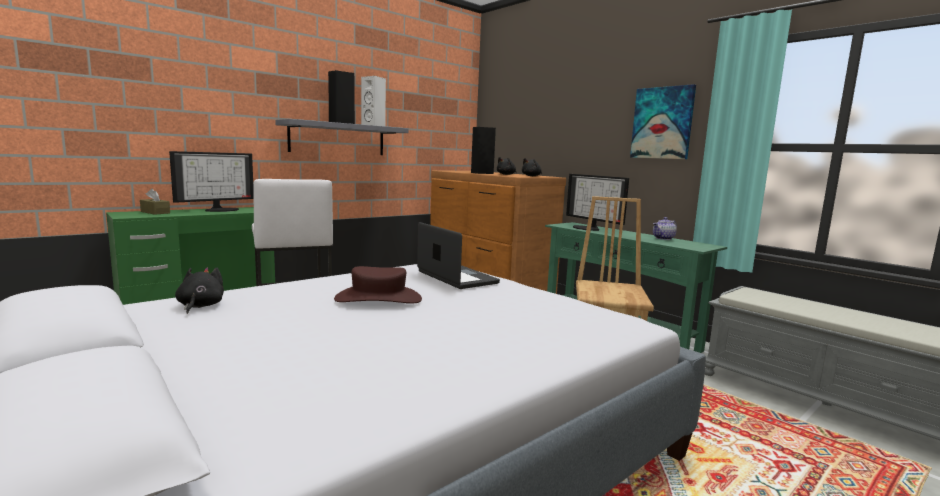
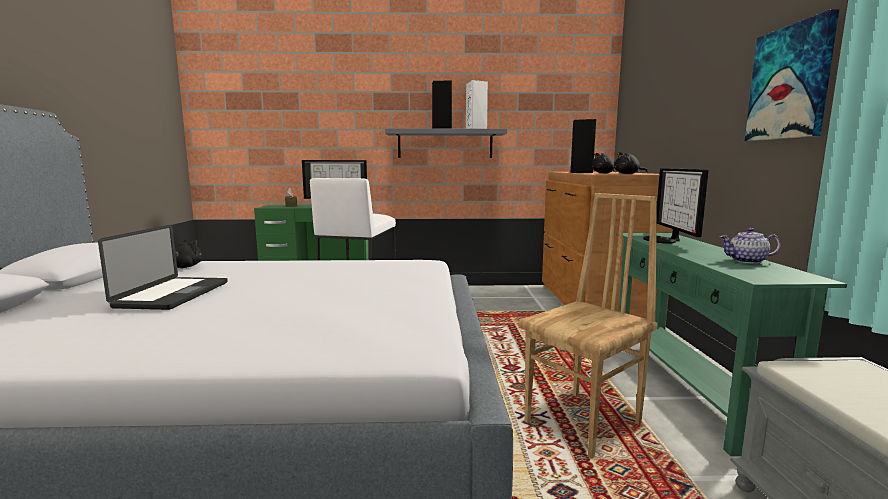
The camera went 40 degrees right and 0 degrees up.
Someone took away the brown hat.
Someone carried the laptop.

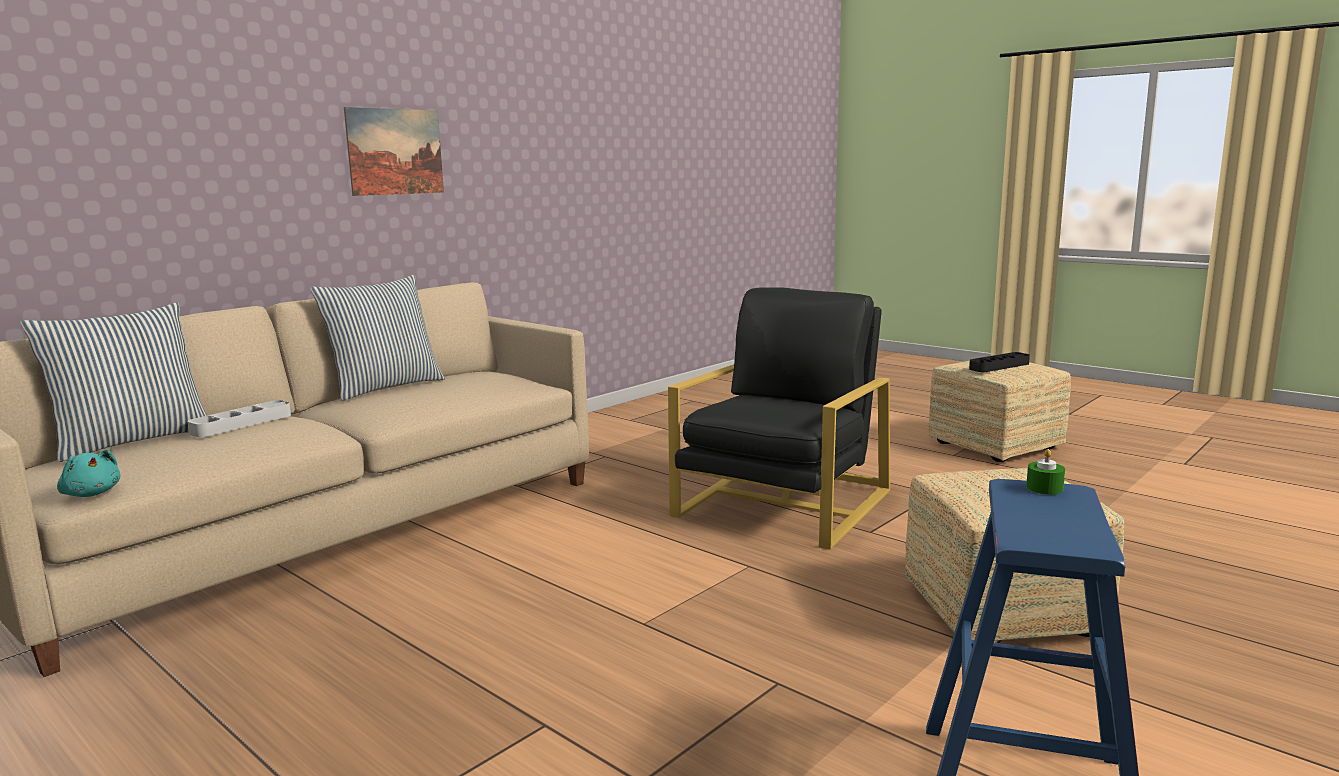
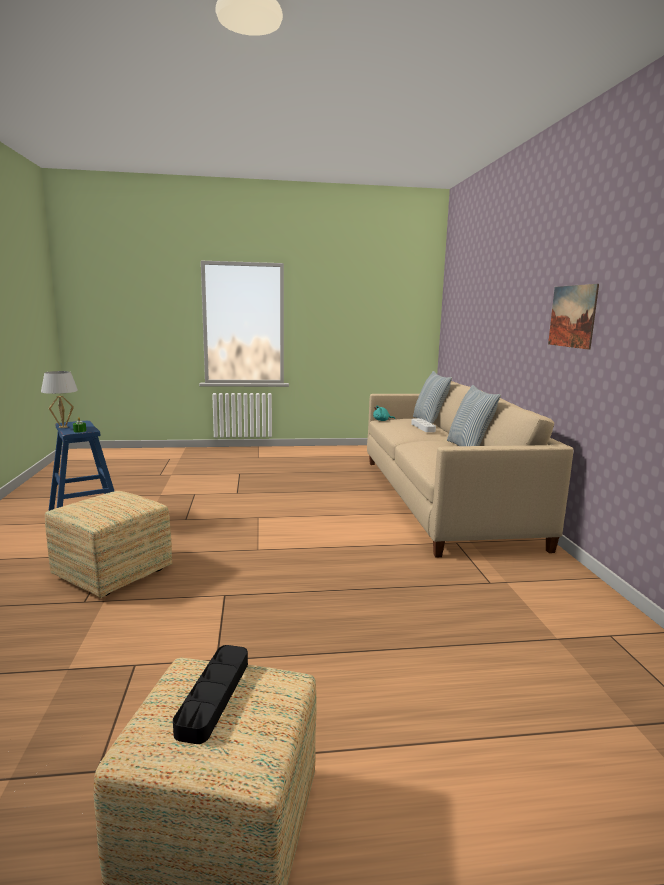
The camera went 130 degrees right and 0 degrees up.
Someone took away the black easy chair.
Someone put down the white table lamp.

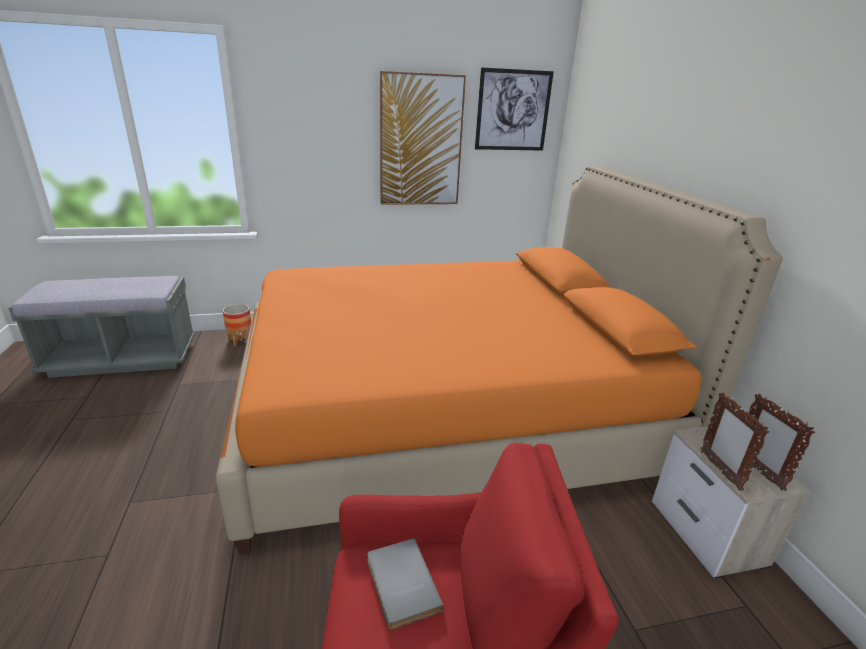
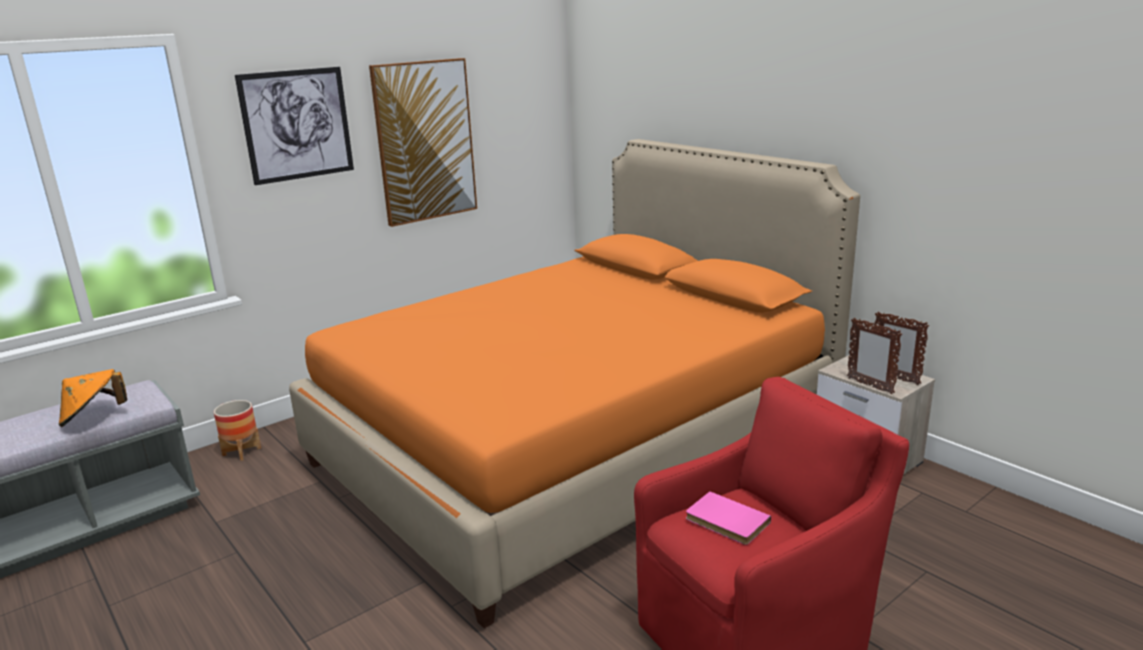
The camera went 25 degrees left and 5 degrees down.
Someone repainted the greyish volume, which became the pink-coloured volume.
Someone carried the wall art (2nd from left in the first image).
Someone put down the orangey hat.

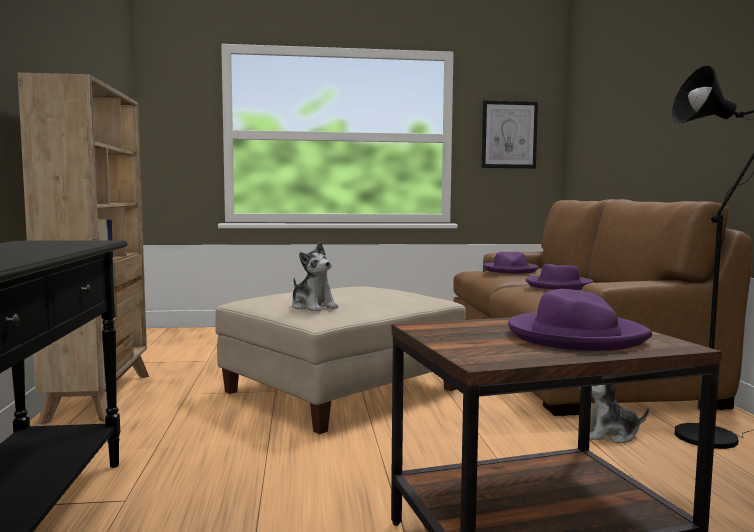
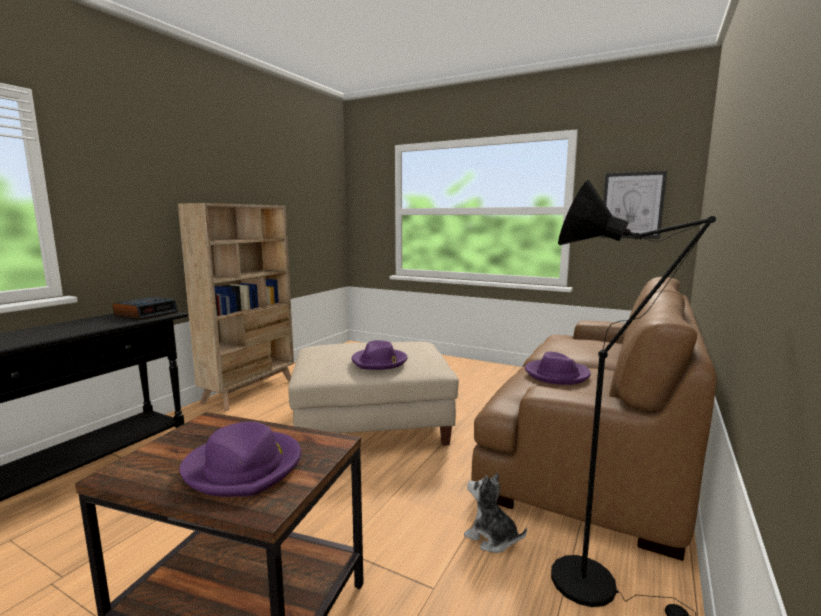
The camera went 35 degrees right and 5 degrees up.
Someone took away the cuddly toy (1st from left).
Someone carried the purple hat (1st from left in the first image).
Someone put down the alarm clock.

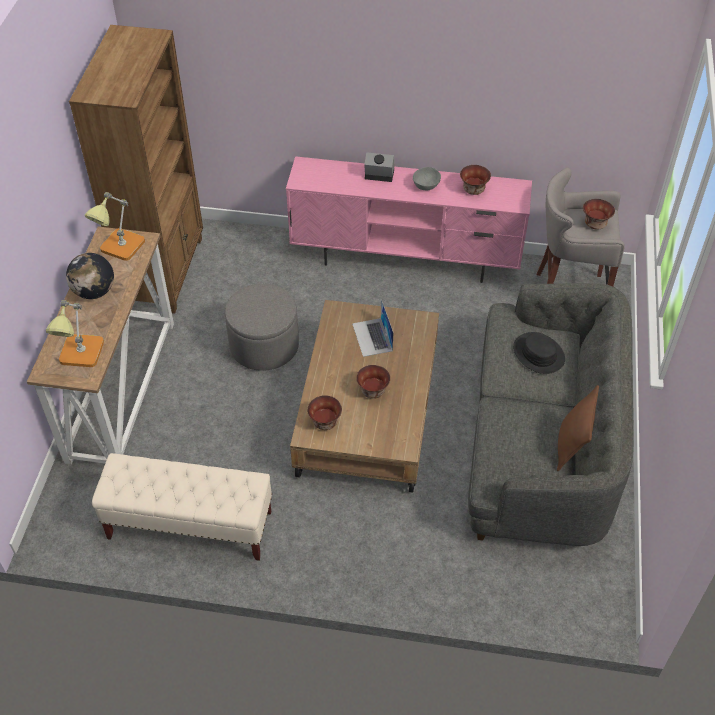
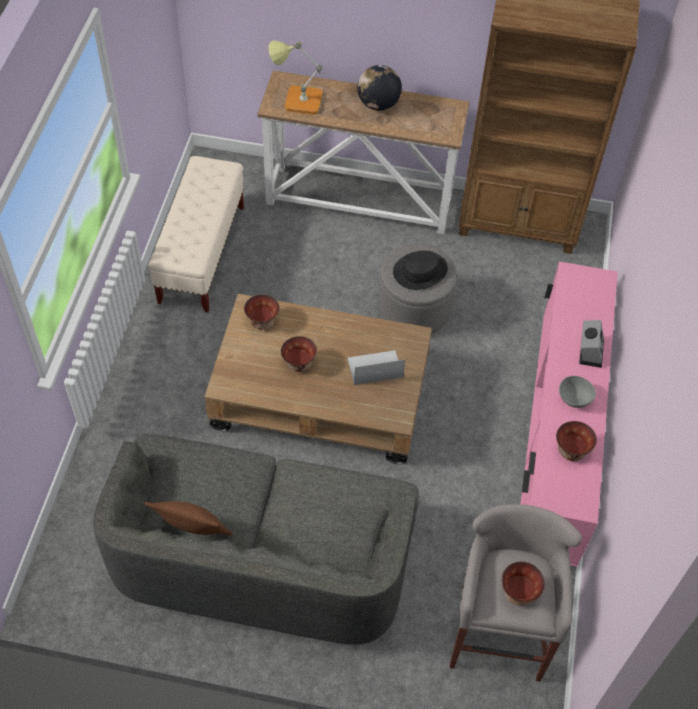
The camera went 90 degrees right and 5 degrees up.
Someone took away the table lamp (2nd from left).
Someone carried the black hat.

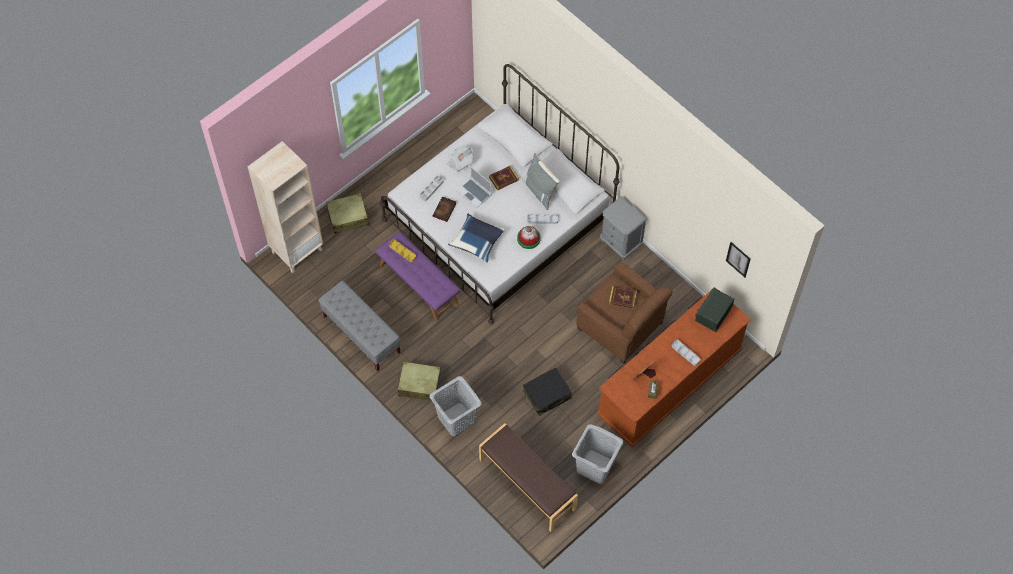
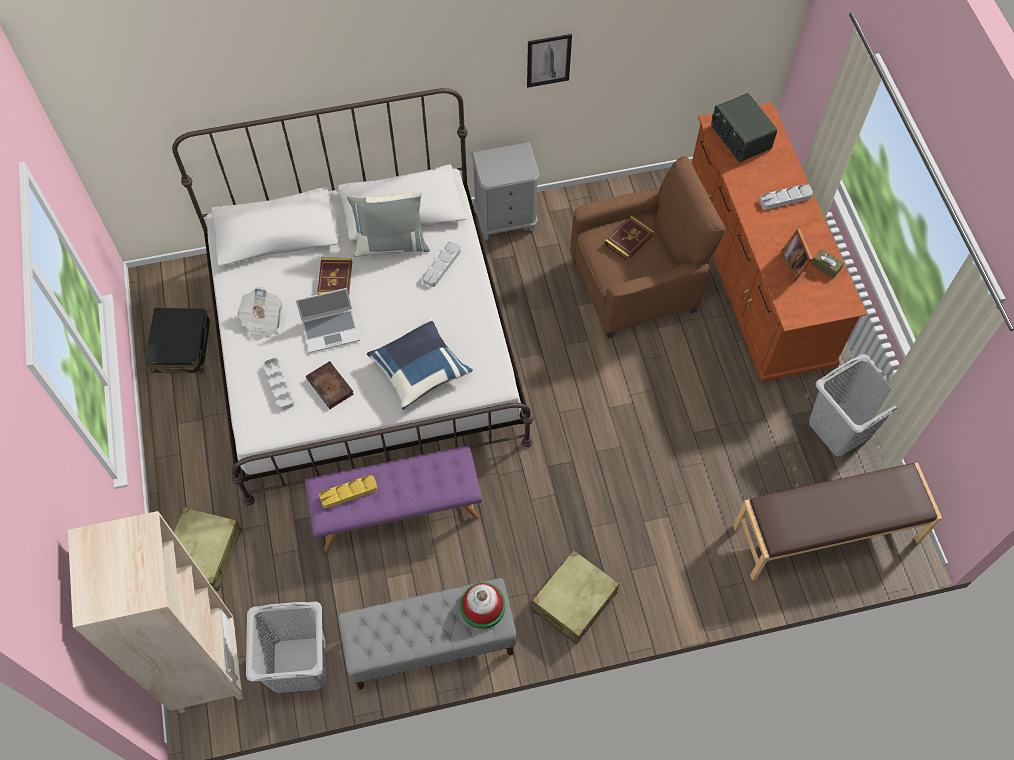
The camera went 60 degrees left and 0 degrees up.
Someone carried the greyish laundry basket (1st from left).
Someone carried the hat.
Someone carried the black suitcase.
Someone carried the wall art.

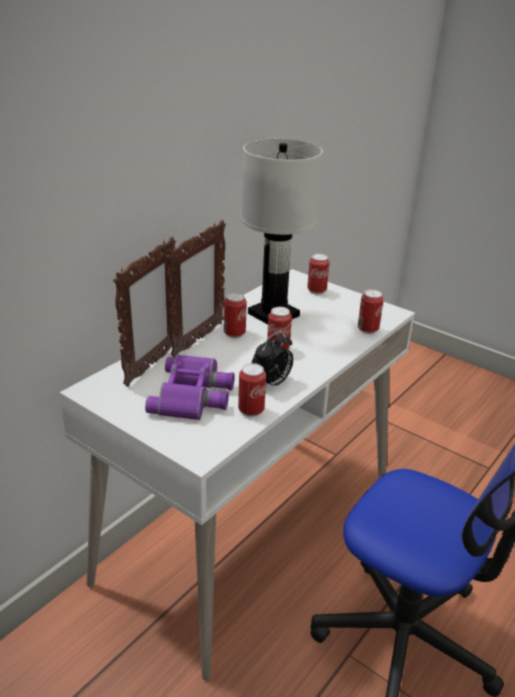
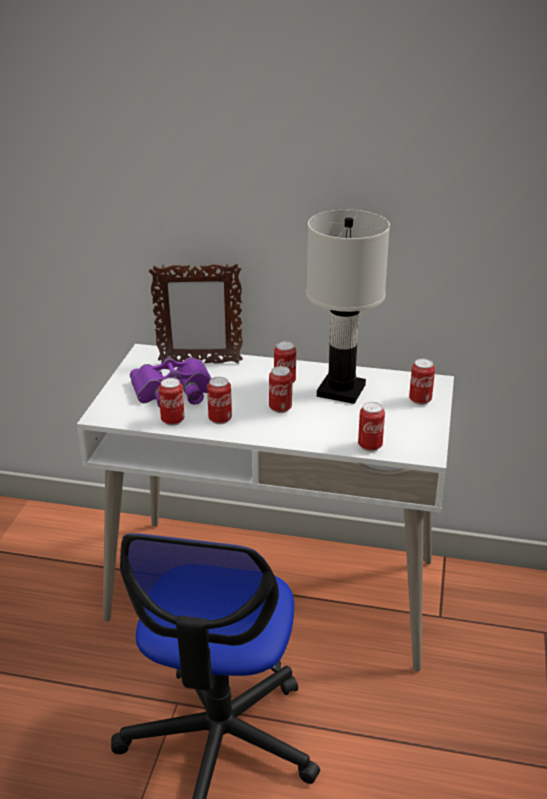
The camera went 65 degrees right and 0 degrees up.
Someone took away the picture frame (2nd from left).
Someone swapped the alarm clock for the sealed can (2nd from left).

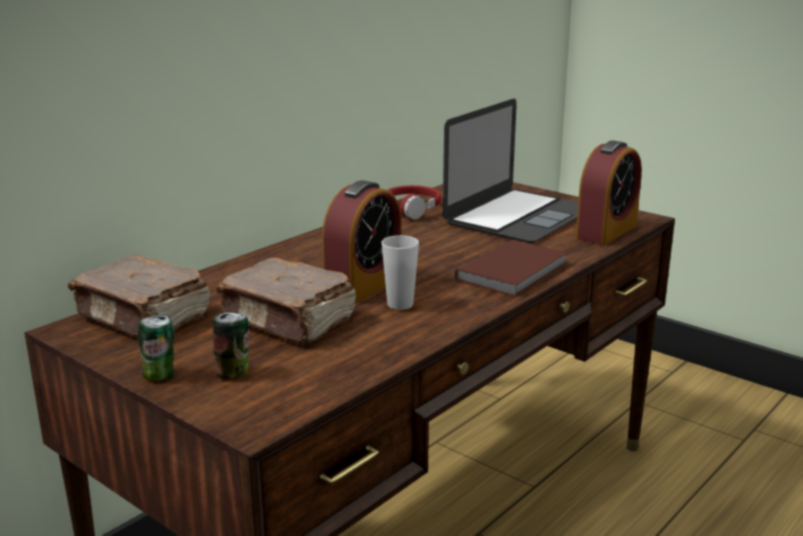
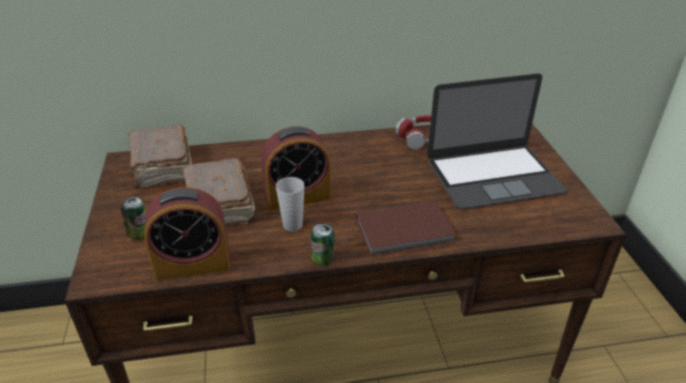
The camera went 40 degrees right and 15 degrees up.
Someone carried the sealed can (1st from left in the first image).
Someone carried the alarm clock (2nd from left in the first image).

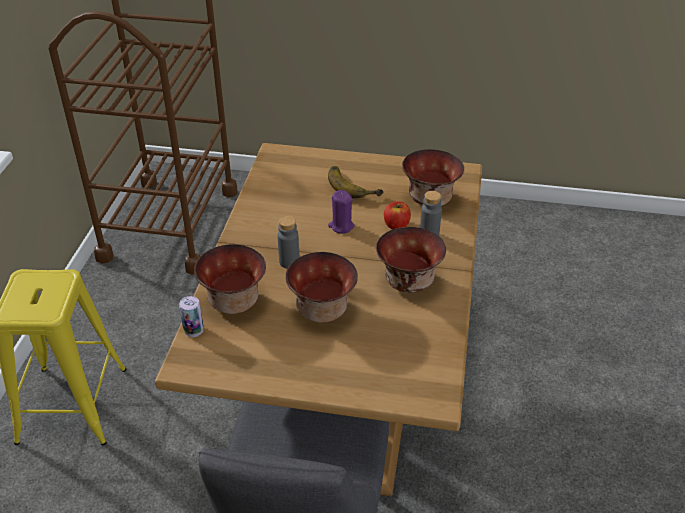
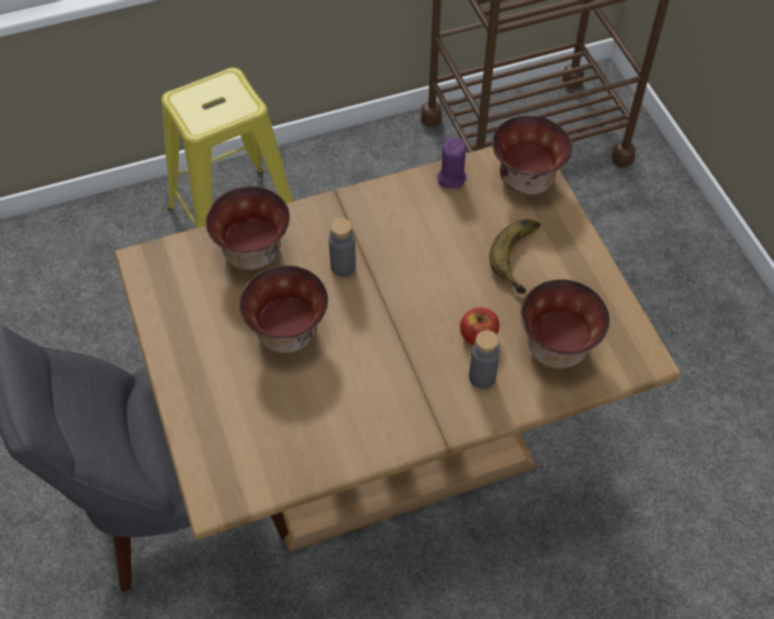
The camera went 60 degrees right and 15 degrees up.
Someone took away the sealed can.
Someone carried the purple wax light.
Someone carried the serving bowl (3rd from left).

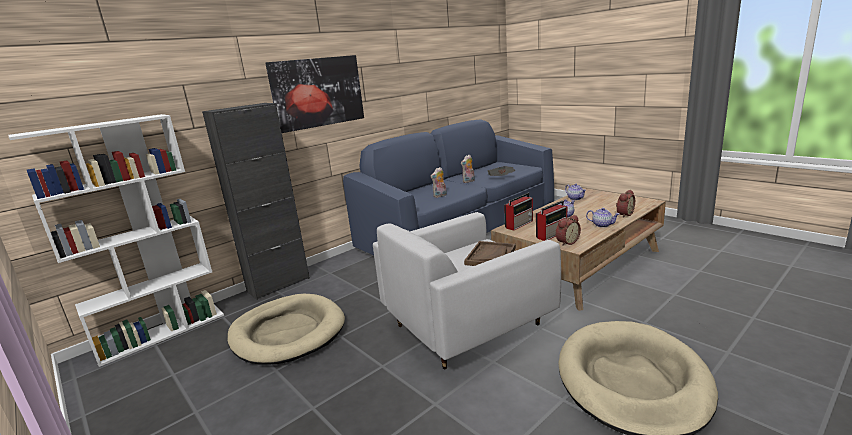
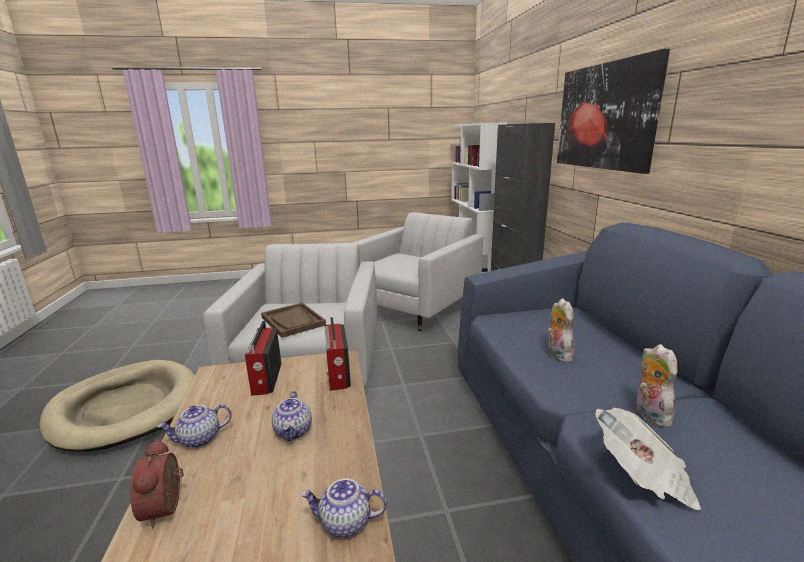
The camera went 120 degrees right and 0 degrees up.
Someone swapped the beige-coloured dog bed (1st from left) for the white easy chair (2nd from left).
Someone took away the alarm clock (1st from left).

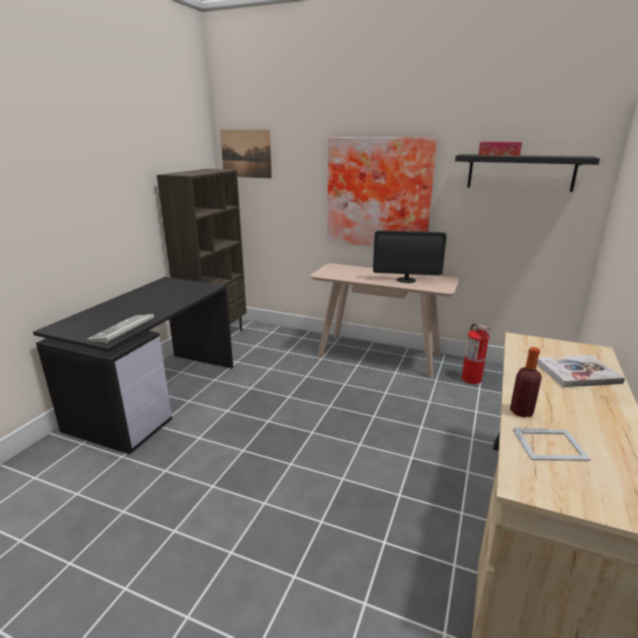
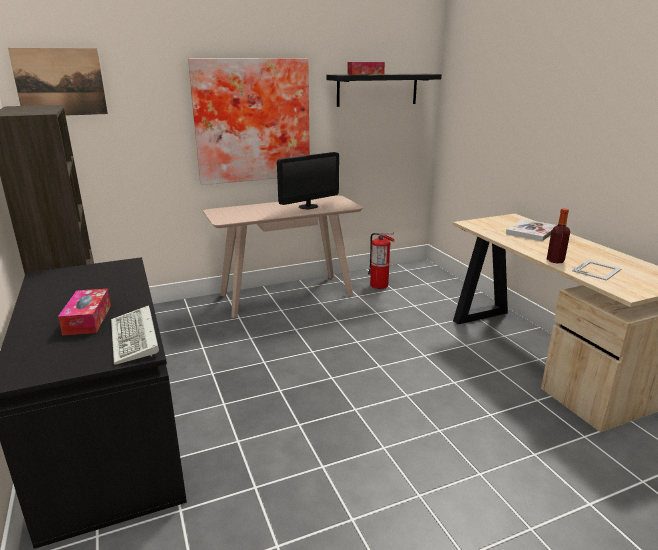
The camera went 45 degrees left and 0 degrees up.
Someone put down the tissue box (1st from left).

